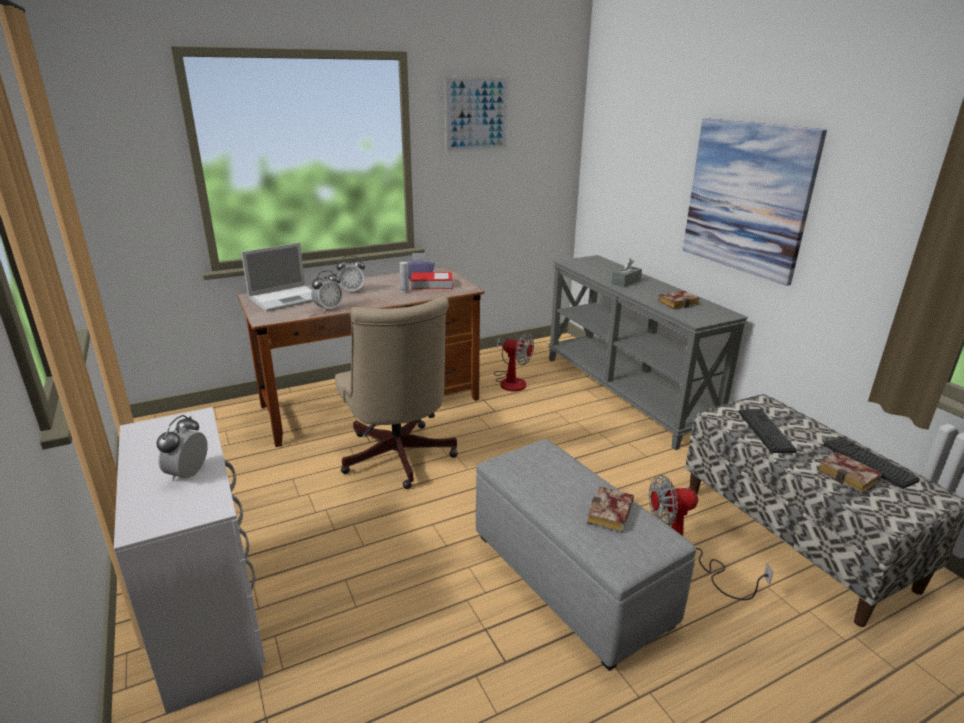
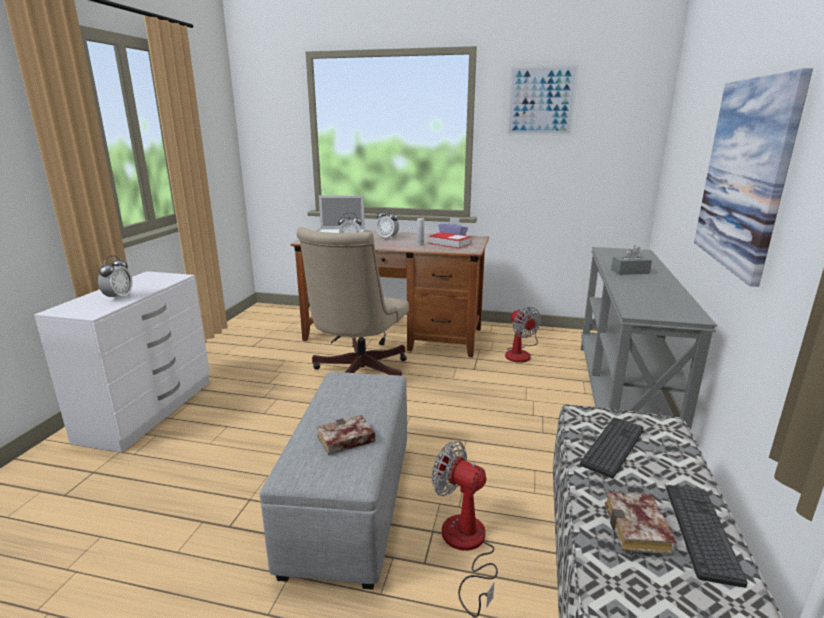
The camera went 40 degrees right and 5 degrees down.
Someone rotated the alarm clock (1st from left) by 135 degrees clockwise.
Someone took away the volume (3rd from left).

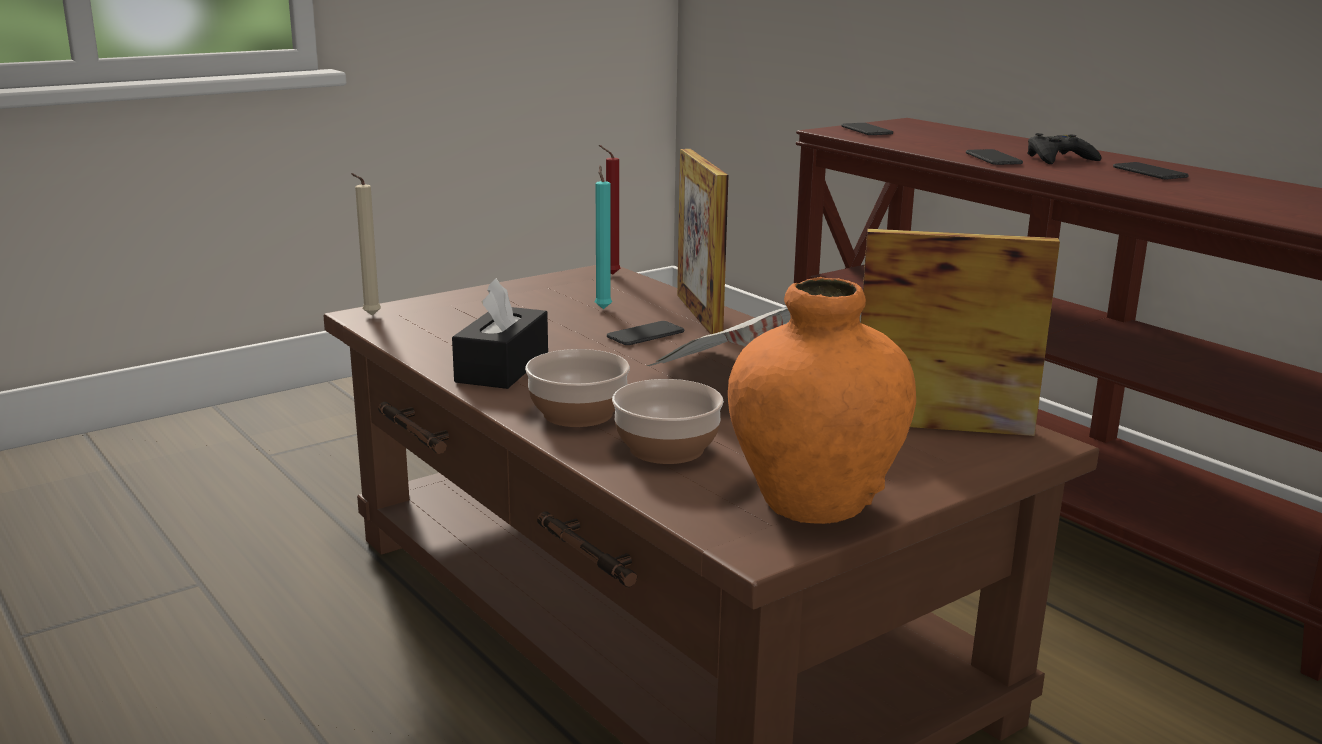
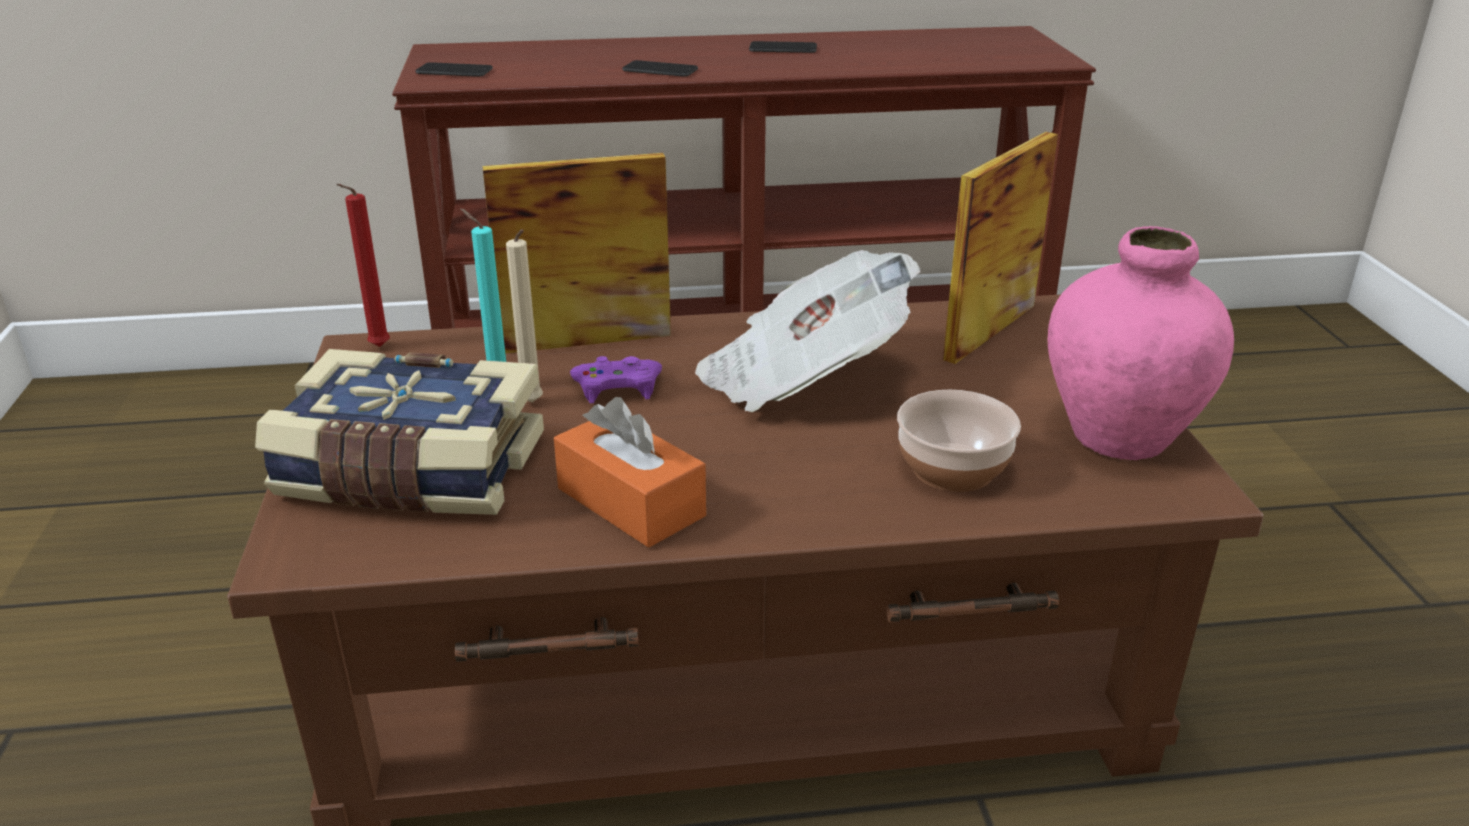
The camera went 60 degrees left and 10 degrees up.
Someone carried the beige-coloured wax light.
Someone repainted the black tissue box, which became the orangey tissue box.
Someone took away the serving bowl (1st from left).
Someone swapped the telephone (1st from left) for the purple gamepad.
Someone rotated the picture frame (1st from left) by 150 degrees clockwise.
Someone repainted the orangey decorative vase, which became the pink-coloured decorative vase.
Someone took away the black gamepad.
Someone put down the volume.

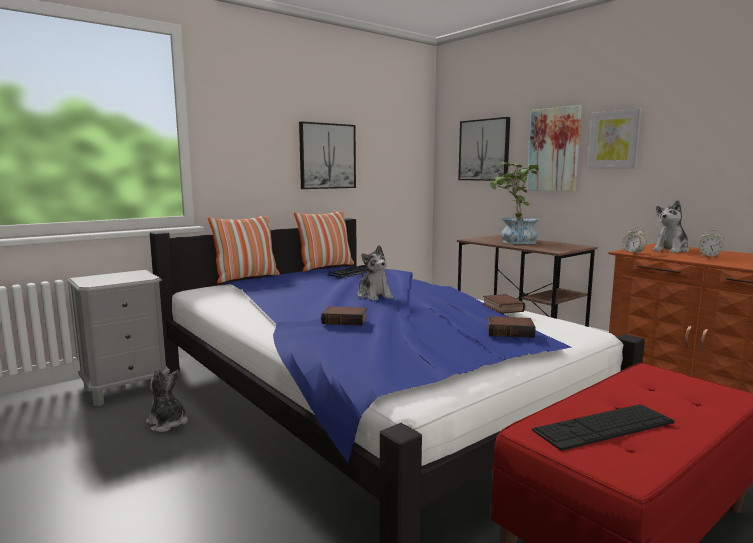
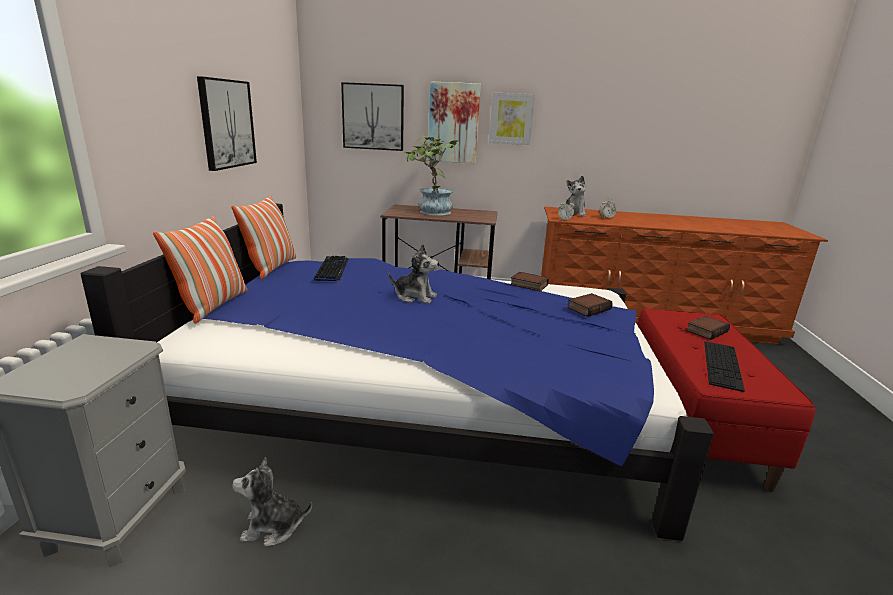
The camera went 45 degrees left and 10 degrees up.
Someone carried the volume (1st from left in the first image).

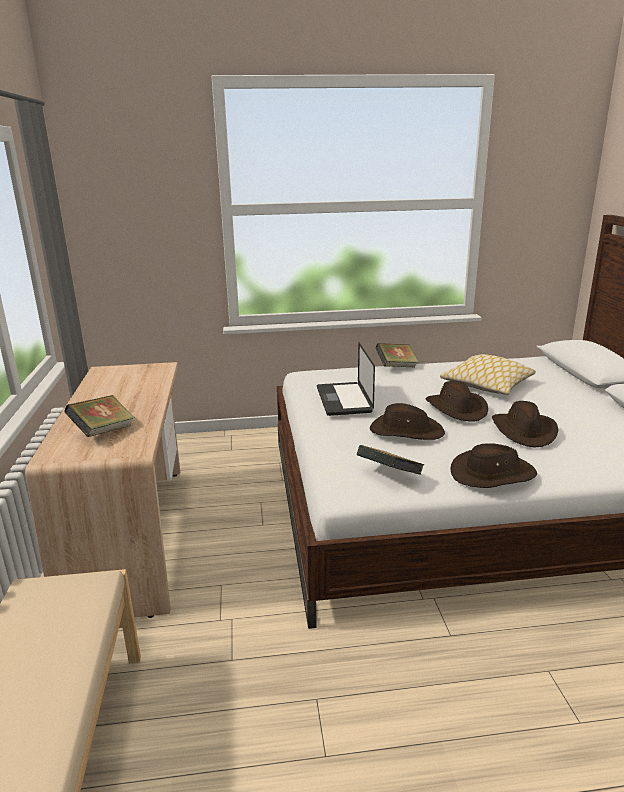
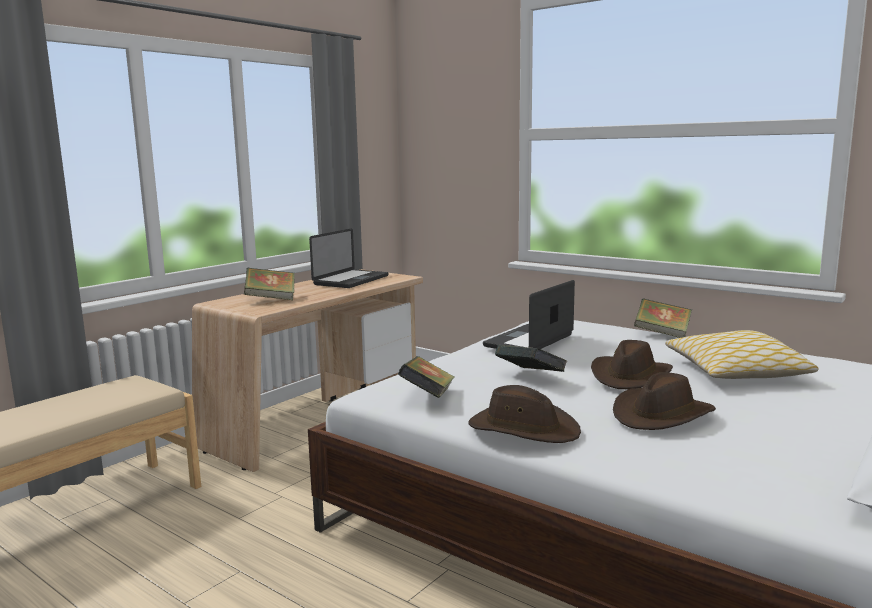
The camera went 45 degrees right and 10 degrees down.
Someone swapped the brown hat (1st from left) for the volume (3rd from left).
Someone put down the laptop (1st from left).

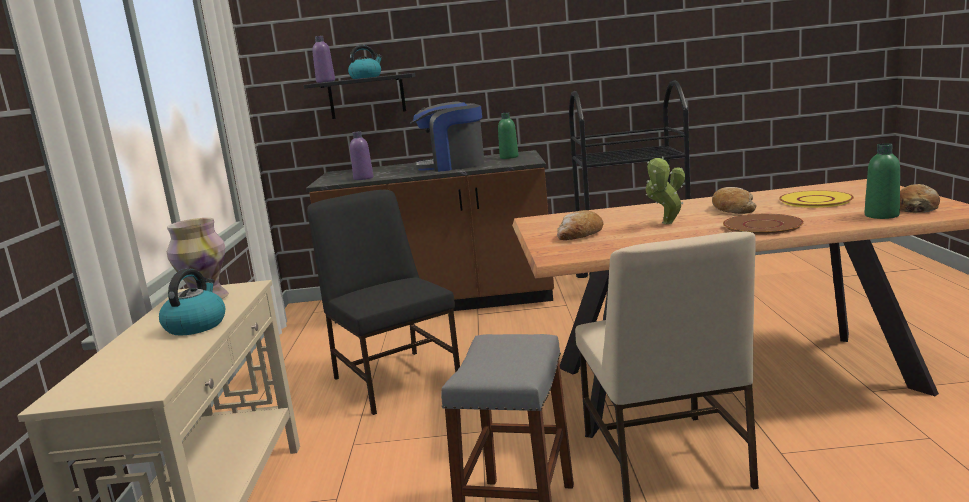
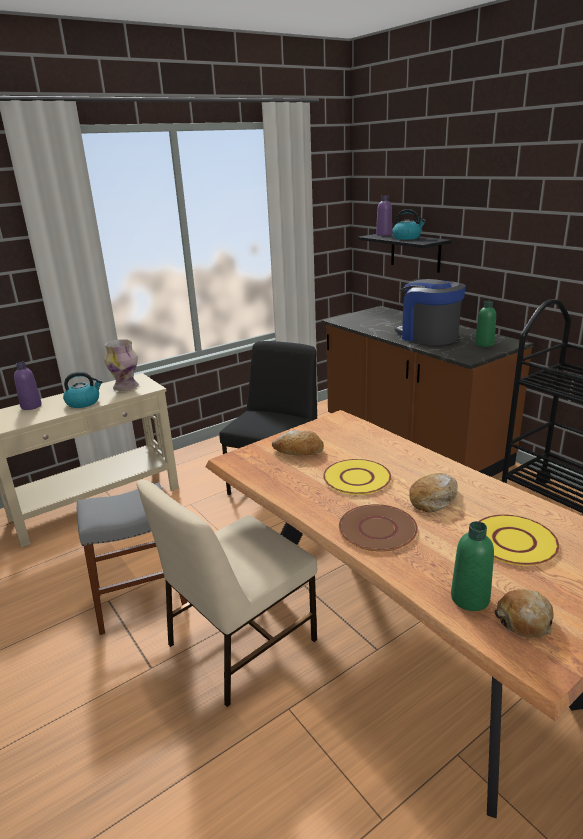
The camera went 55 degrees right and 10 degrees up.
Someone carried the purple drink bottle (2nd from left in the first image).
Someone swapped the plant in a pot for the yellow-coloured flat dish (1st from left).

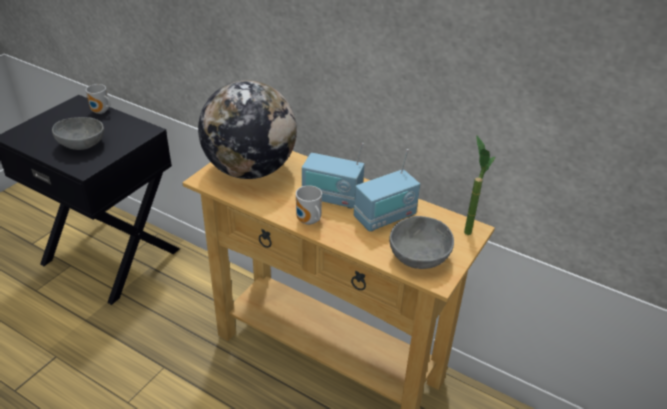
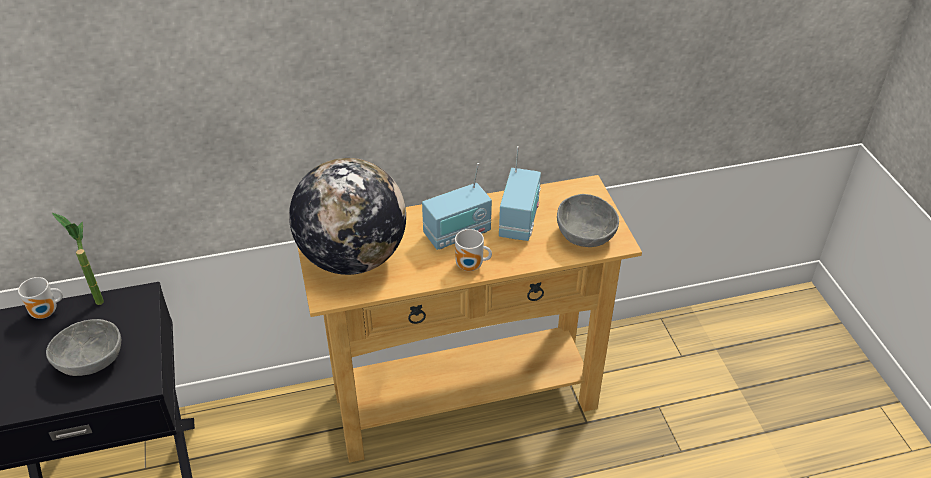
The camera went 45 degrees left and 5 degrees up.
Someone carried the plant in a pot.

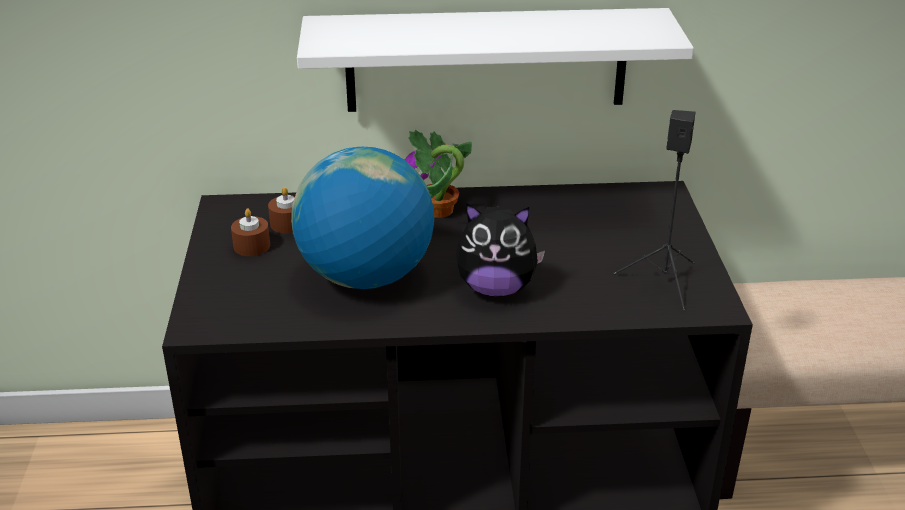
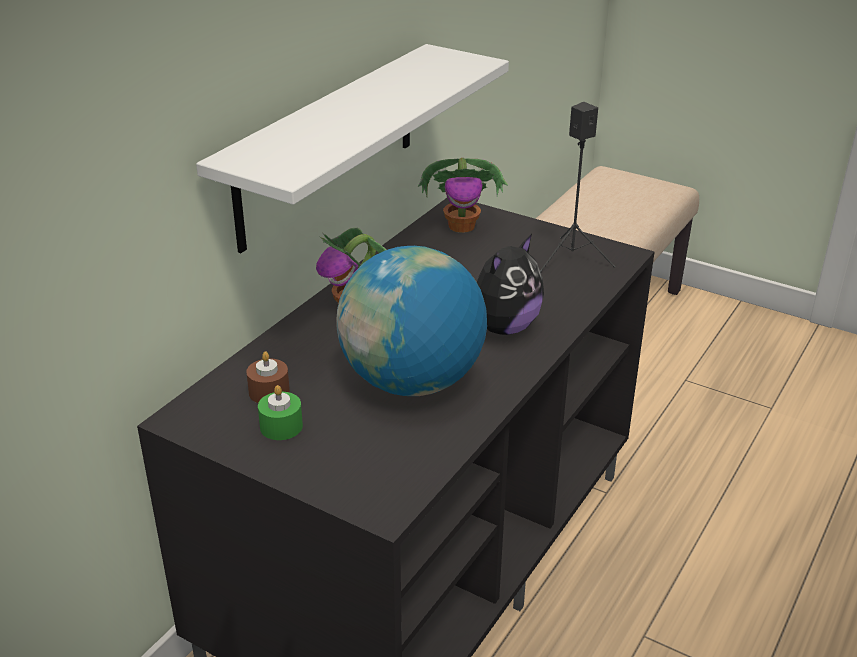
The camera went 55 degrees left and 0 degrees up.
Someone repainted the brown wax light (1st from left), which became the green-coloured wax light.
Someone put down the plant in a pot (2nd from left).

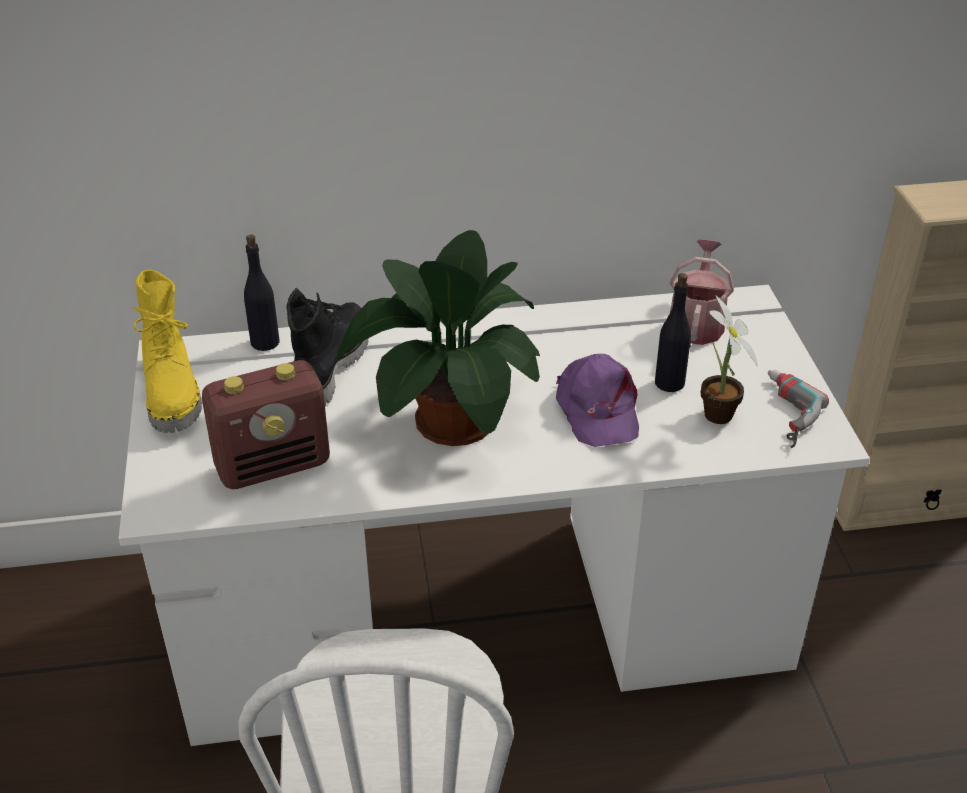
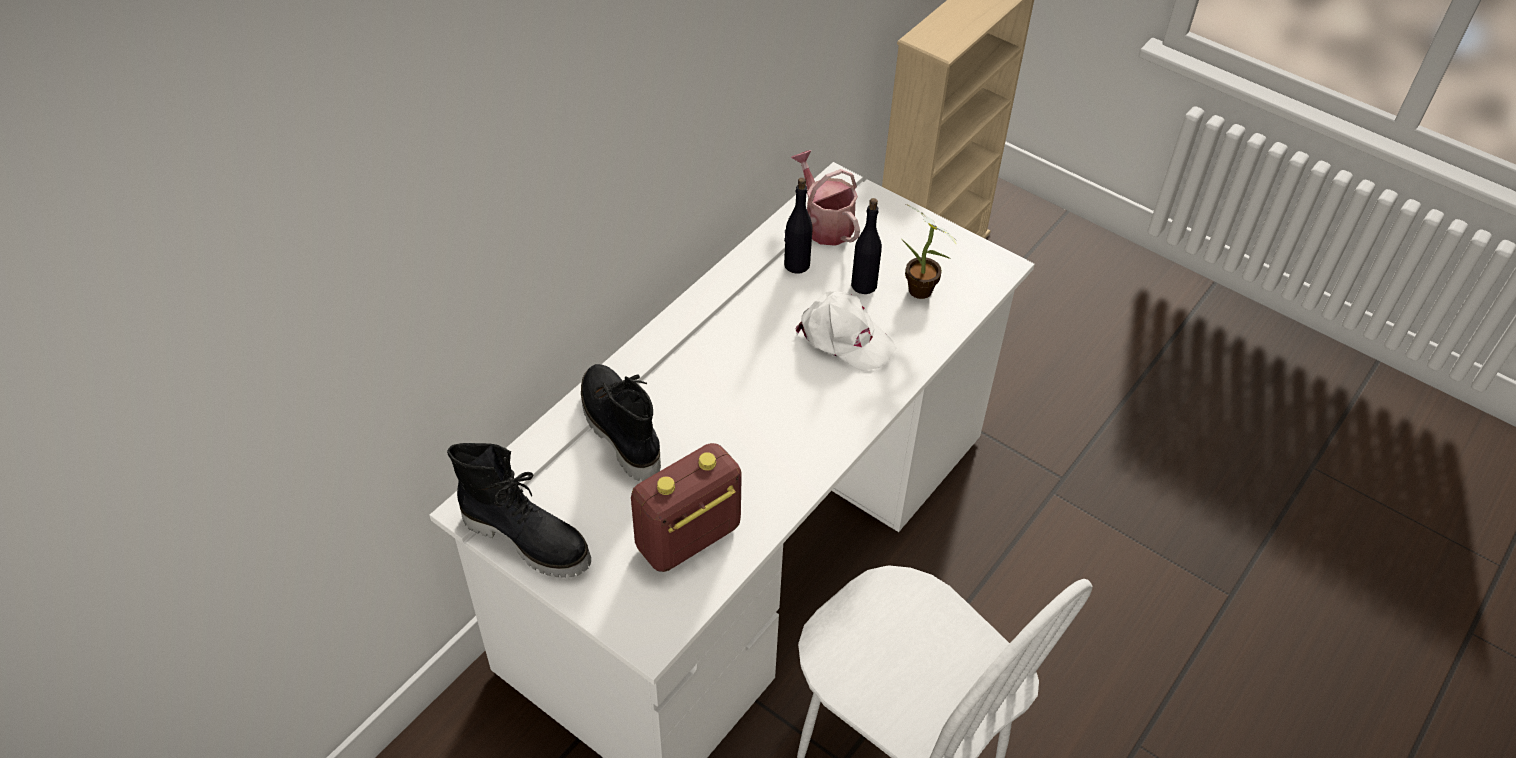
The camera went 45 degrees left and 10 degrees up.
Someone repainted the yellow-coloured tall boot, which became the black tall boot (1st from left).
Someone rotated the radio by 150 degrees counterclockwise.
Someone carried the black drink bottle (1st from left).
Someone took away the plant in a pot (1st from left).
Someone repainted the purple peaked cap, which became the white peaked cap.
Someone took away the power drill.

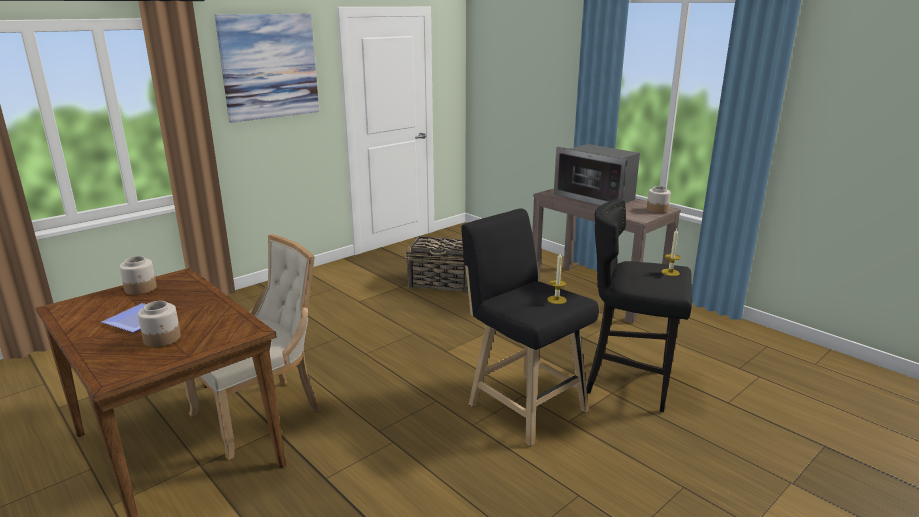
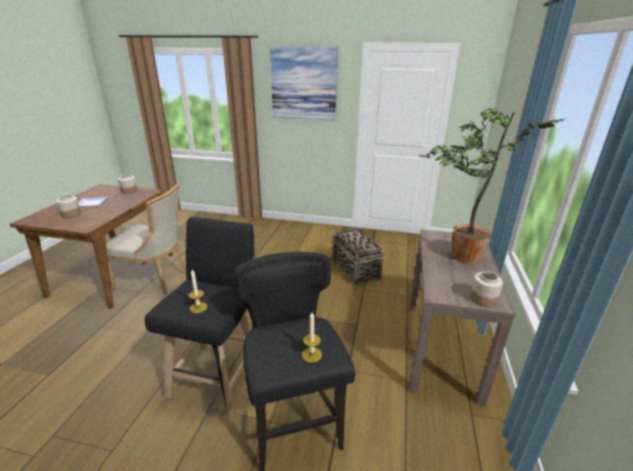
The camera went 55 degrees right and 5 degrees up.
Someone swapped the kitchen microwave for the plant in a pot.

